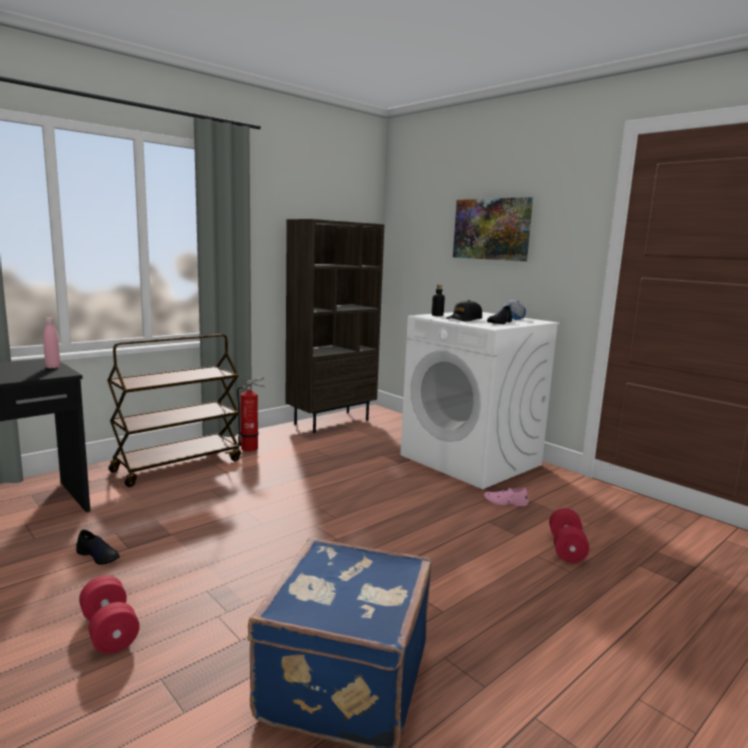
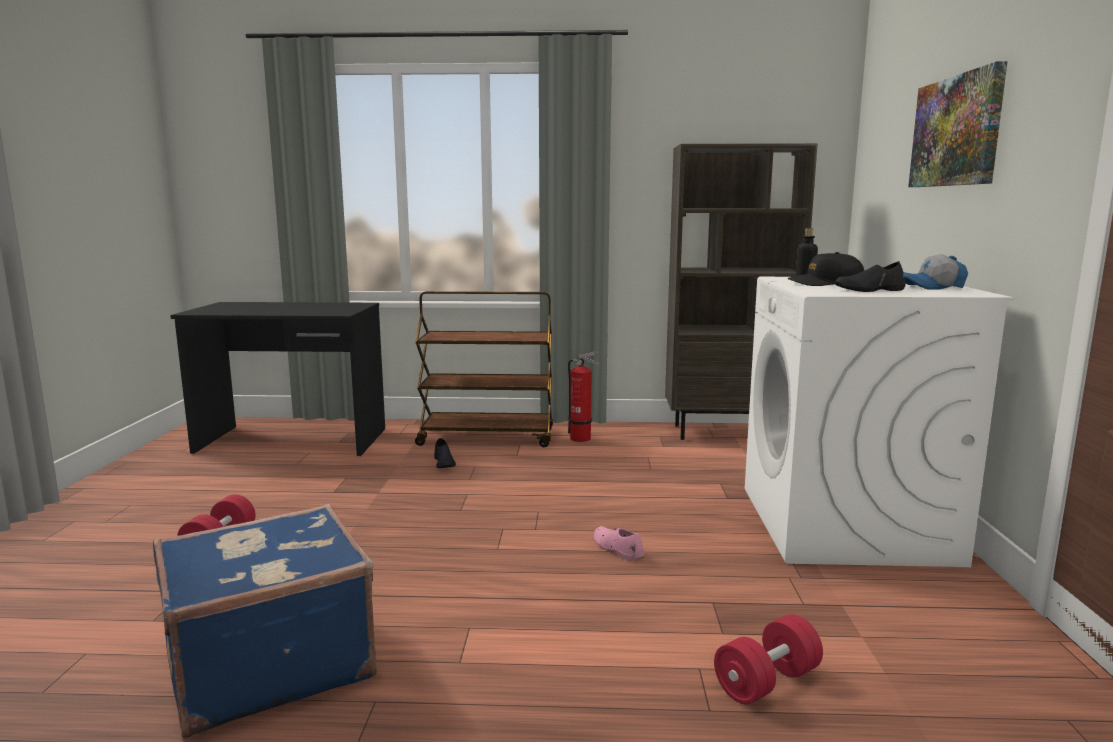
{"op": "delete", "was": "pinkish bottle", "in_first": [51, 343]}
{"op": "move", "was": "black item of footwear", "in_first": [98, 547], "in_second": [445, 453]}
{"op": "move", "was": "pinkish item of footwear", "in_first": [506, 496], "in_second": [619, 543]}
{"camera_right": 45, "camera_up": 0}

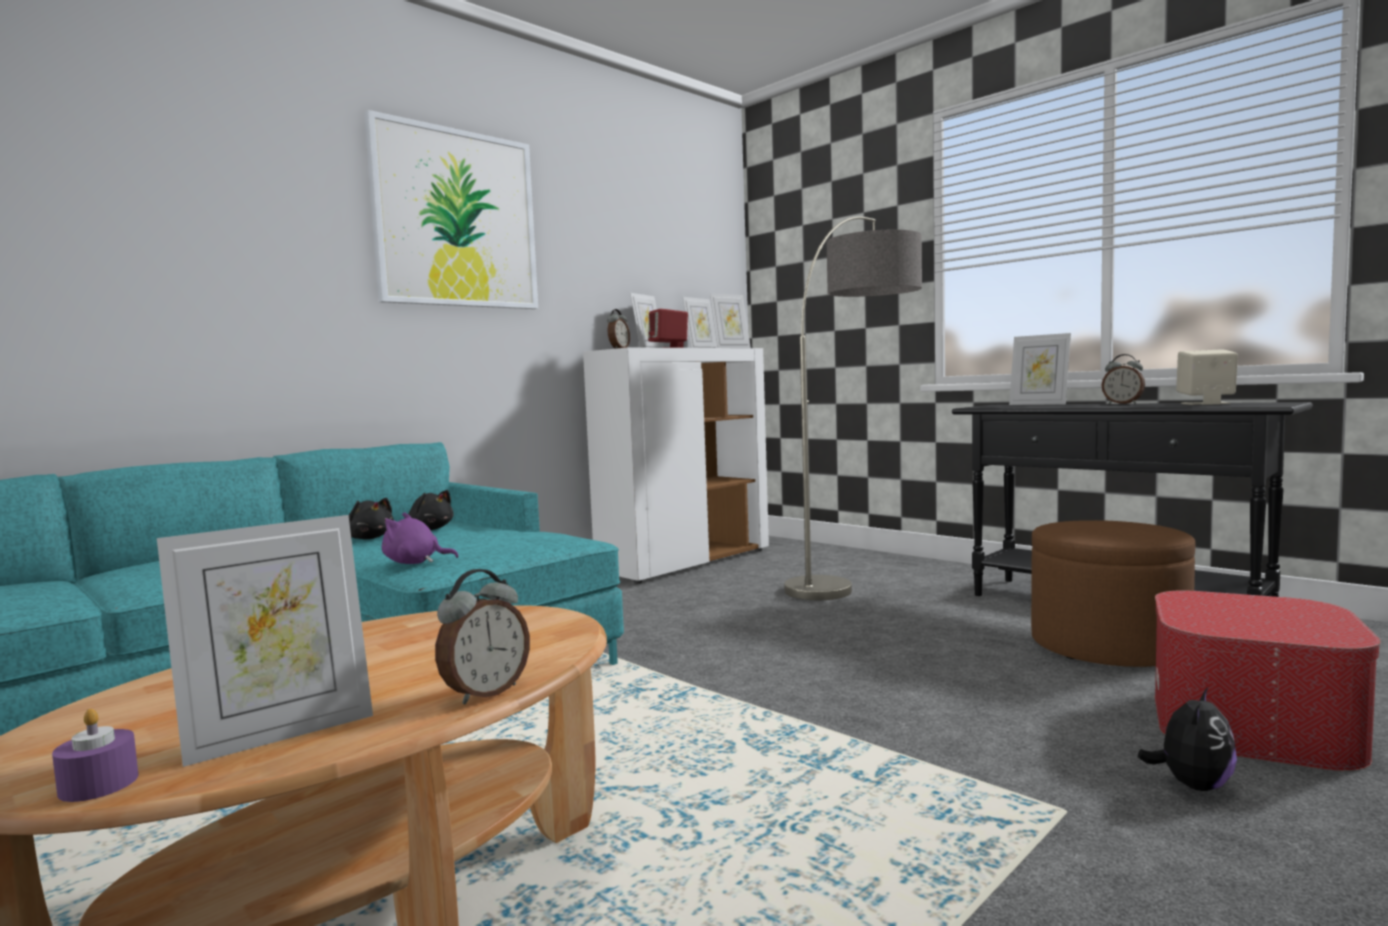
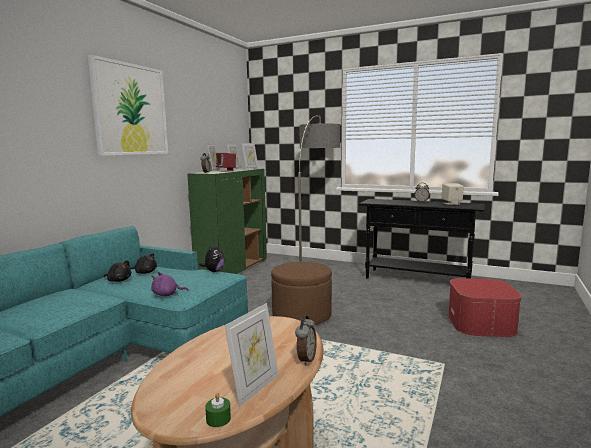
{"op": "delete", "was": "photo frame", "in_first": [1040, 369]}
{"op": "move", "was": "brownish pouffe", "in_first": [1113, 593], "in_second": [301, 293]}
{"op": "move", "was": "cuddly toy", "in_first": [1187, 739], "in_second": [211, 257]}
{"op": "recolor", "was": "purple wax light", "now": "green wax light", "in_first": [95, 755], "in_second": [218, 410]}
{"op": "recolor", "was": "white cupboard", "now": "green cupboard", "in_first": [676, 466], "in_second": [227, 221]}
{"camera_right": -20, "camera_up": 5}

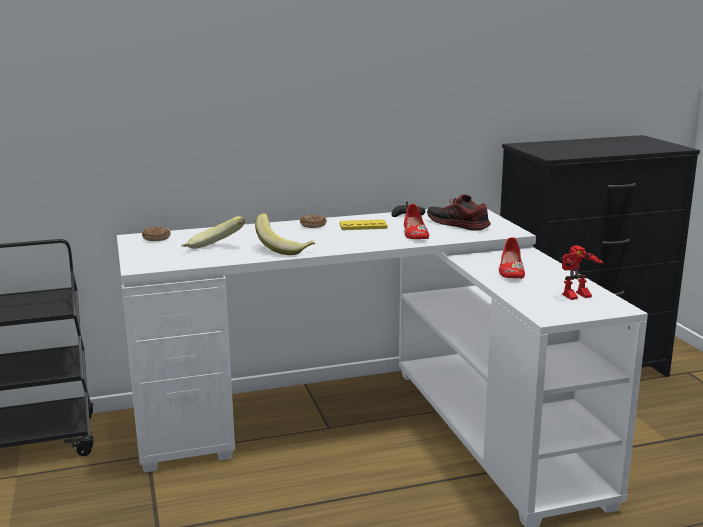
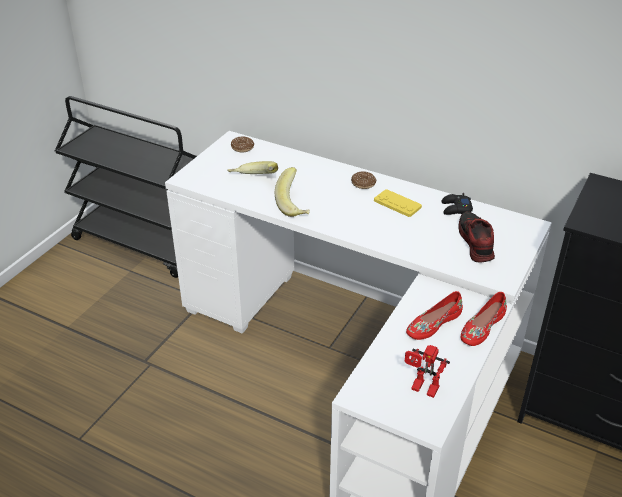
{"op": "move", "was": "reddish item of footwear", "in_first": [416, 221], "in_second": [484, 319]}
{"camera_right": 45, "camera_up": 20}

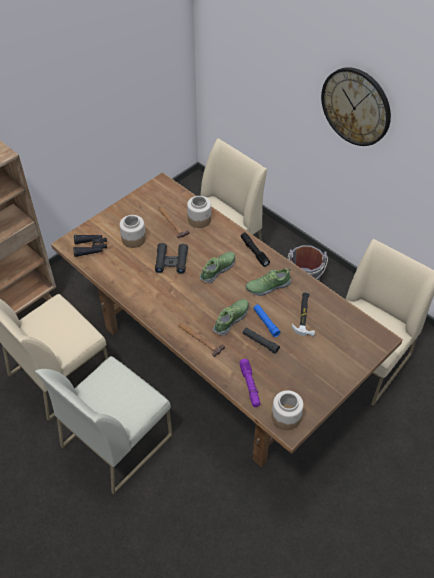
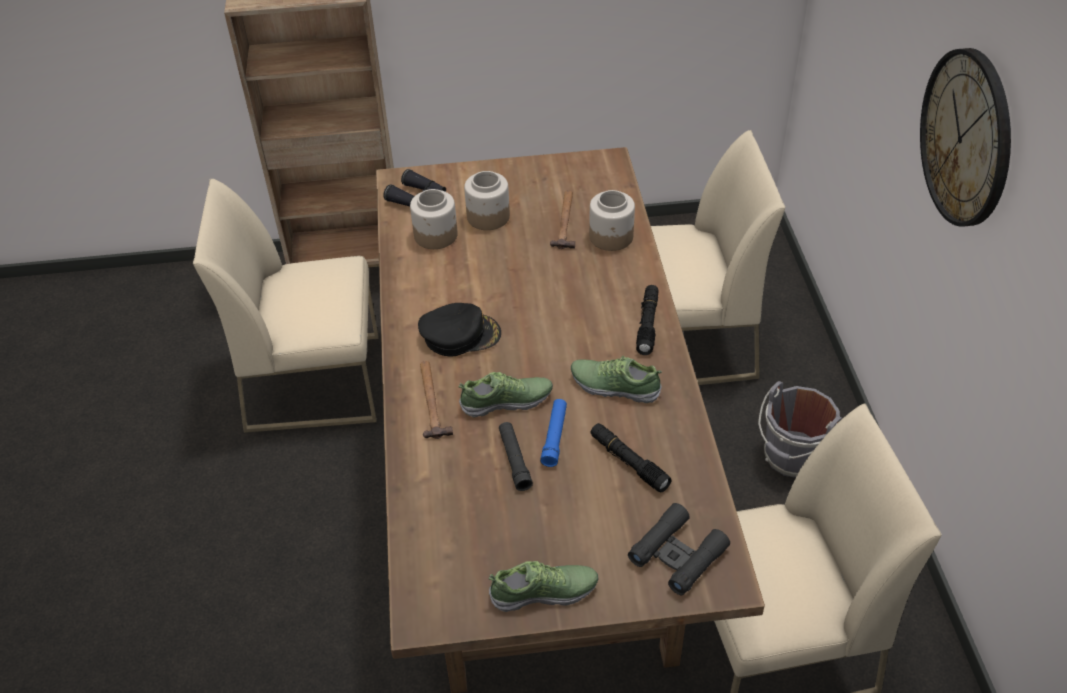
{"op": "delete", "was": "white chair", "in_first": [103, 425]}
{"op": "delete", "was": "purple hand torch", "in_first": [249, 383]}
{"op": "insert", "now": "black baseball cap", "in_second": [459, 330]}
{"op": "move", "was": "black binoculars", "in_first": [171, 258], "in_second": [679, 549]}
{"op": "move", "was": "item of footwear", "in_first": [217, 267], "in_second": [543, 586]}
{"op": "move", "was": "storage jar", "in_first": [288, 410], "in_second": [434, 219]}
{"op": "replace", "was": "hand hammer", "now": "black hand torch", "in_first": [303, 314], "in_second": [631, 458]}
{"camera_right": 40, "camera_up": -5}

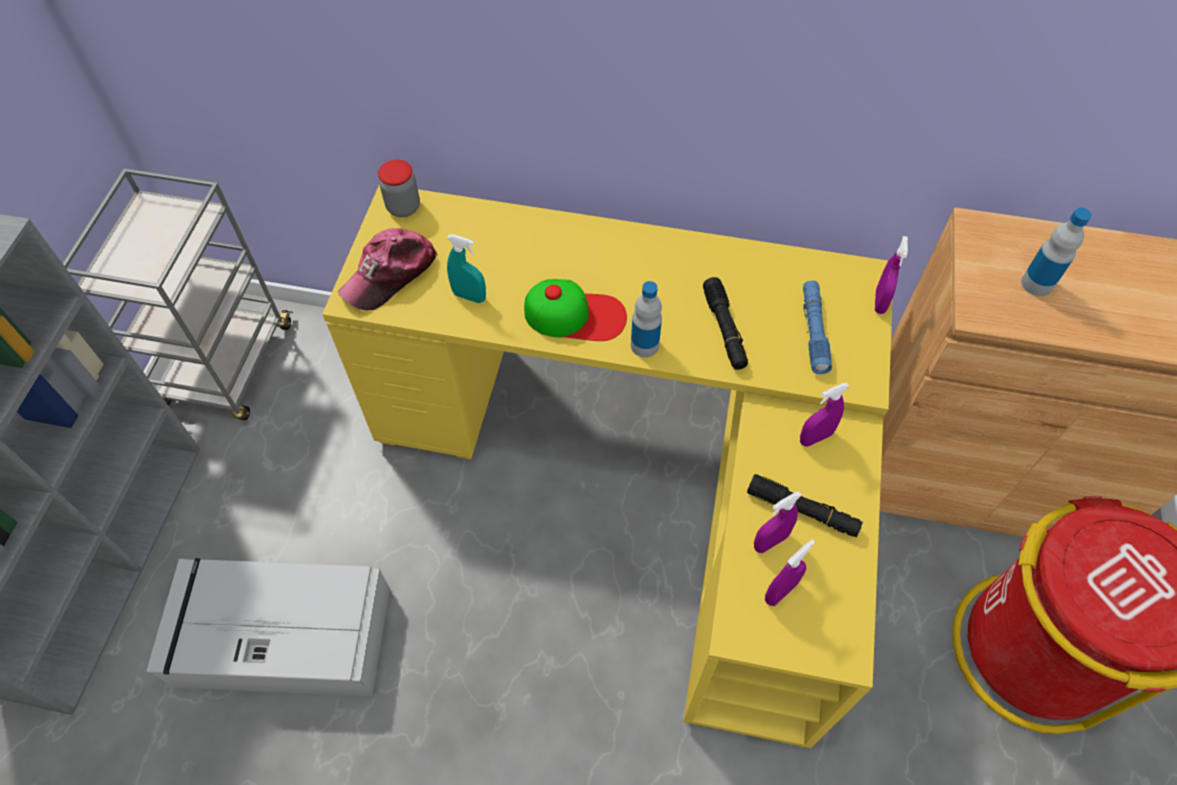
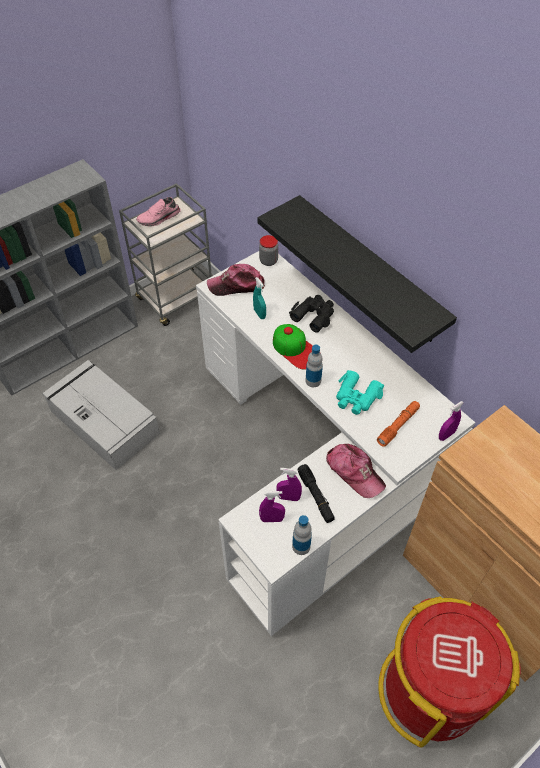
{"op": "insert", "now": "pinkish item of footwear", "in_second": [158, 212]}
{"op": "insert", "now": "black shelf", "in_second": [357, 274]}
{"op": "insert", "now": "black binoculars", "in_second": [311, 314]}
{"op": "move", "was": "bottle", "in_first": [1056, 252], "in_second": [302, 535]}
{"op": "replace", "was": "black hand torch", "now": "turquoise binoculars", "in_first": [725, 323], "in_second": [360, 392]}
{"op": "replace", "was": "purple hand sprayer", "now": "baseball cap", "in_first": [824, 415], "in_second": [356, 471]}
{"op": "recolor", "was": "yellow desk unit", "now": "white desk unit", "in_first": [607, 466], "in_second": [335, 443]}
{"op": "recolor", "was": "bluish hand torch", "now": "orangey hand torch", "in_first": [817, 327], "in_second": [398, 424]}
{"camera_right": 40, "camera_up": -5}

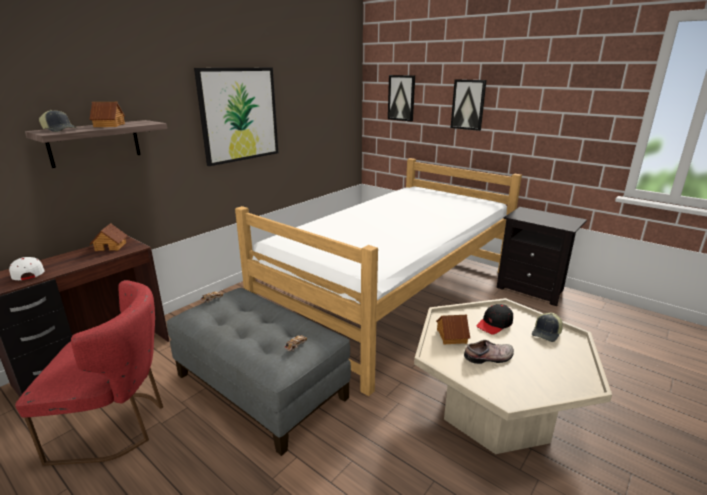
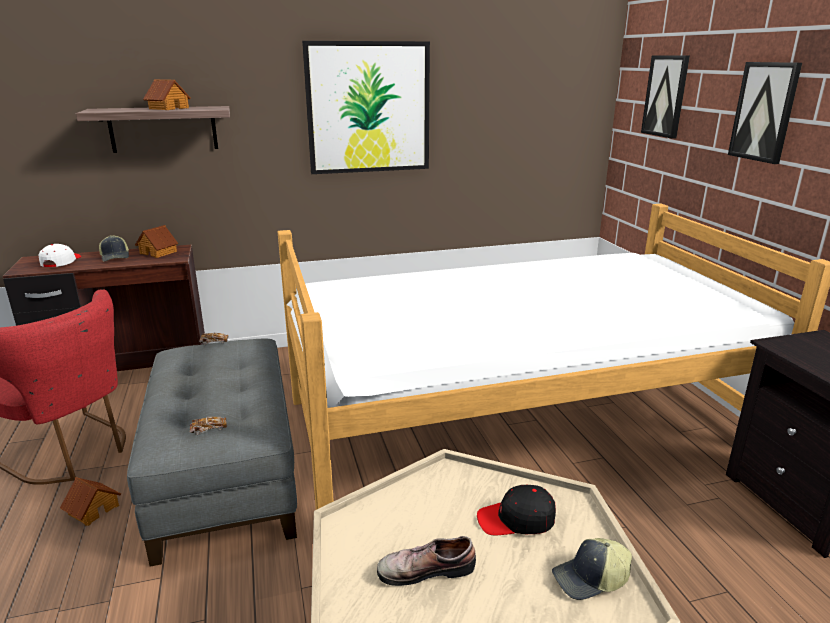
{"op": "move", "was": "baseball cap", "in_first": [58, 121], "in_second": [114, 248]}
{"op": "move", "was": "model house", "in_first": [453, 330], "in_second": [90, 501]}
{"op": "rotate", "was": "item of footwear", "in_first": [489, 352], "in_second": [426, 561], "clockwise": 150}
{"camera_right": 35, "camera_up": 0}

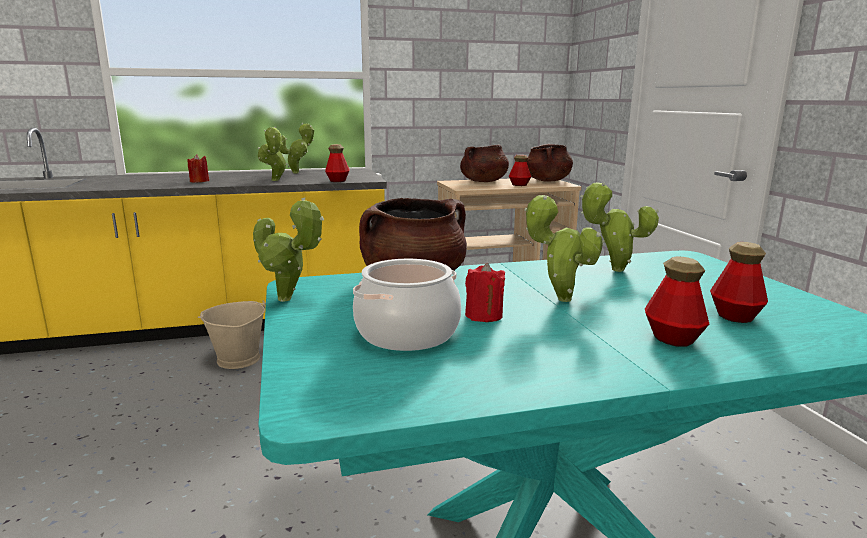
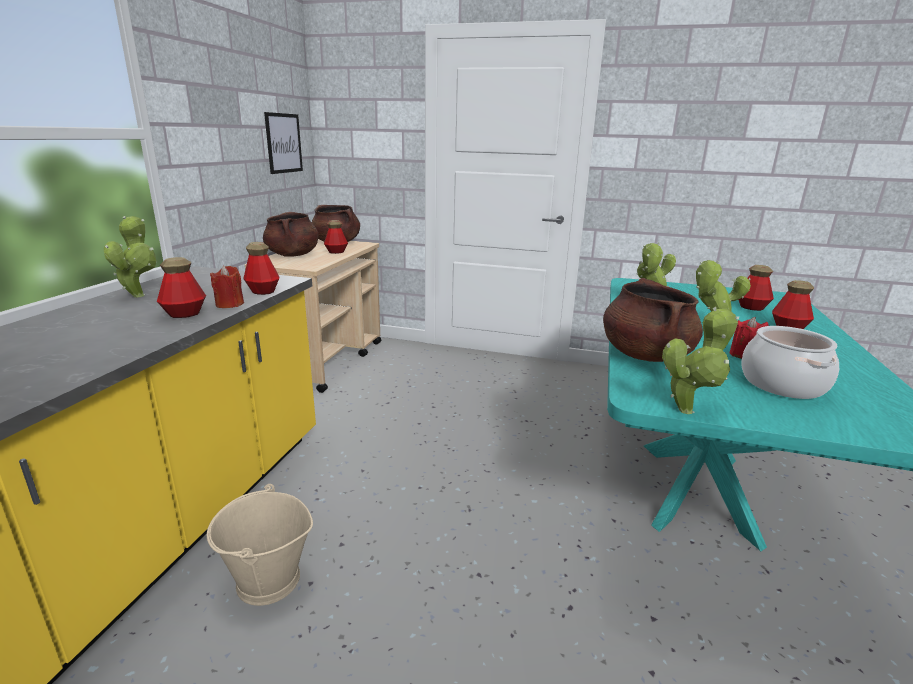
{"op": "insert", "now": "wall art", "in_second": [283, 143]}
{"op": "move", "was": "reddish wax light", "in_first": [198, 168], "in_second": [227, 287]}
{"op": "replace", "was": "potted plant", "now": "bottle", "in_first": [272, 153], "in_second": [181, 287]}
{"camera_right": -60, "camera_up": 5}

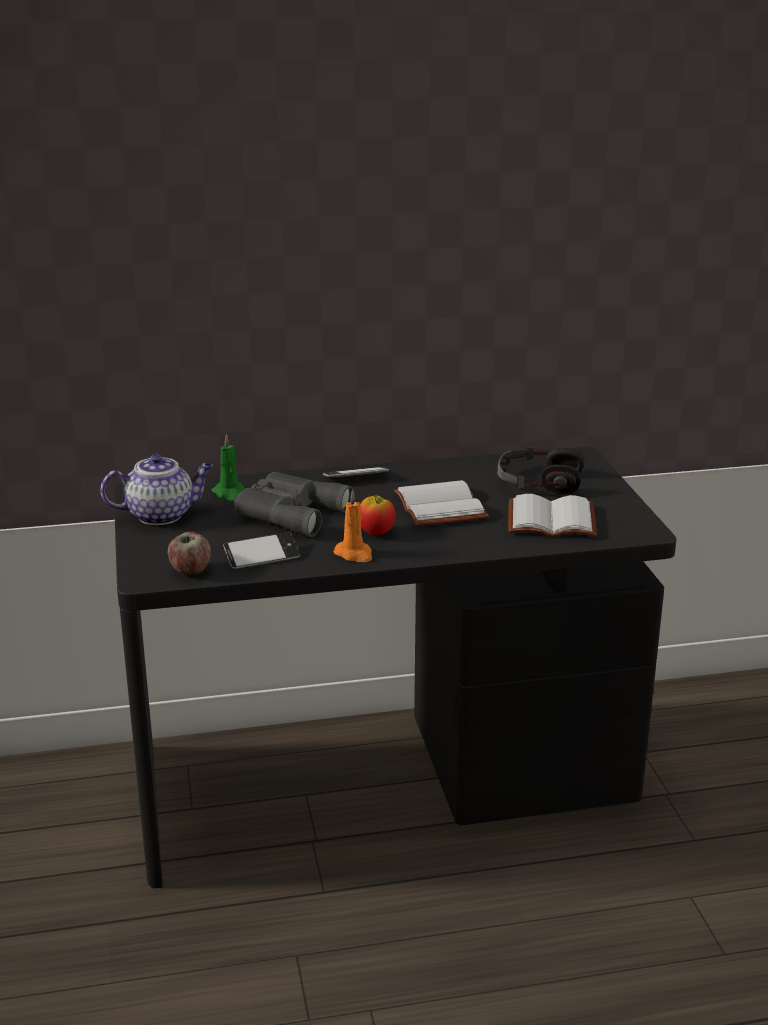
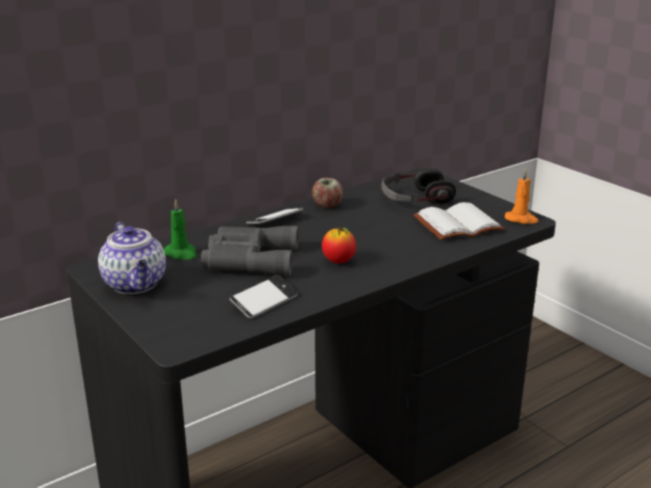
{"op": "delete", "was": "white volume", "in_first": [441, 503]}
{"op": "move", "was": "apple", "in_first": [189, 553], "in_second": [327, 193]}
{"op": "move", "was": "orangey wax light", "in_first": [352, 526], "in_second": [522, 196]}
{"op": "rotate", "was": "pot for tea", "in_first": [157, 489], "in_second": [132, 258], "clockwise": 105}
{"camera_right": -25, "camera_up": 0}

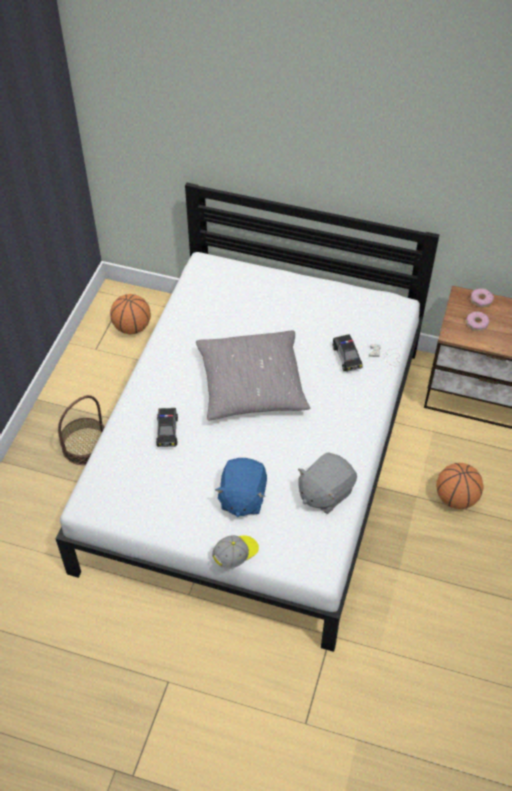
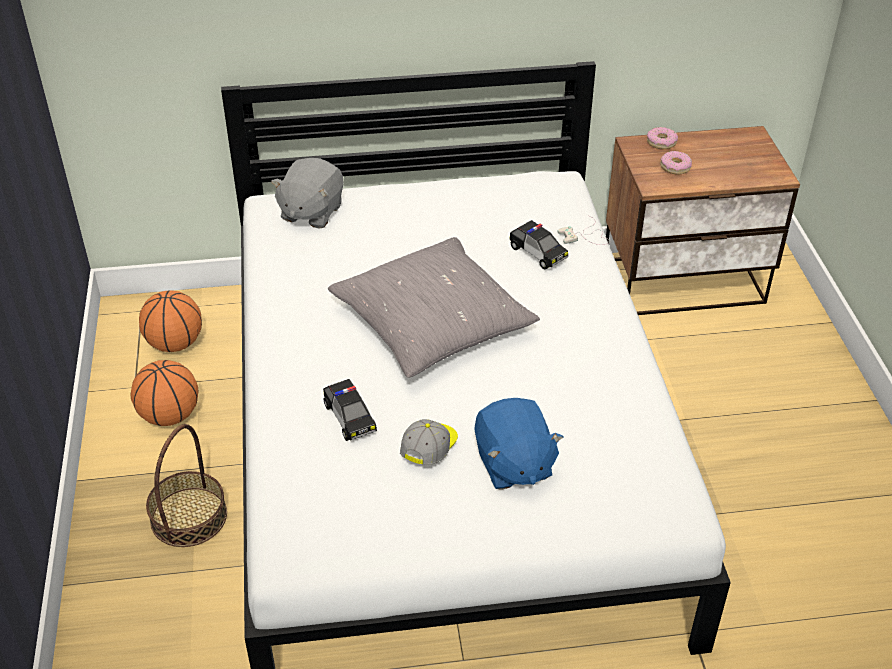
{"op": "move", "was": "baseball cap", "in_first": [235, 552], "in_second": [429, 442]}
{"op": "move", "was": "grey cuddly toy", "in_first": [327, 483], "in_second": [307, 193]}
{"op": "move", "was": "ball for basketball", "in_first": [460, 486], "in_second": [164, 393]}
{"camera_right": -25, "camera_up": -10}

